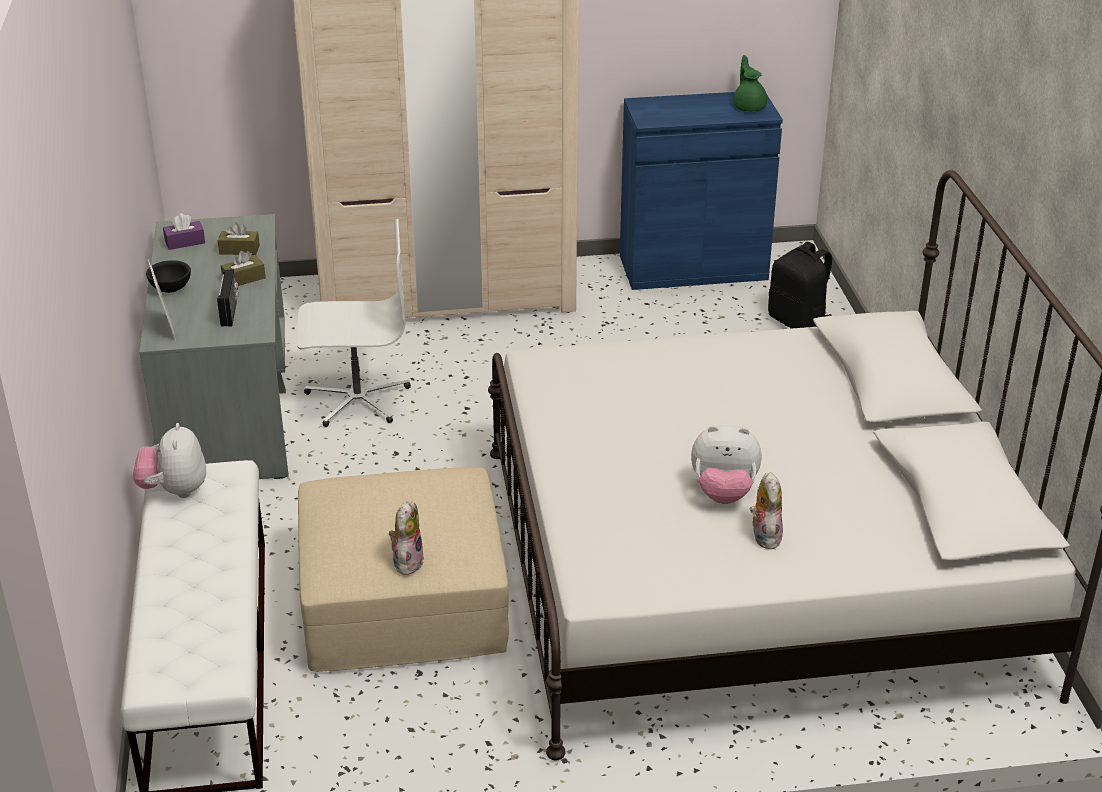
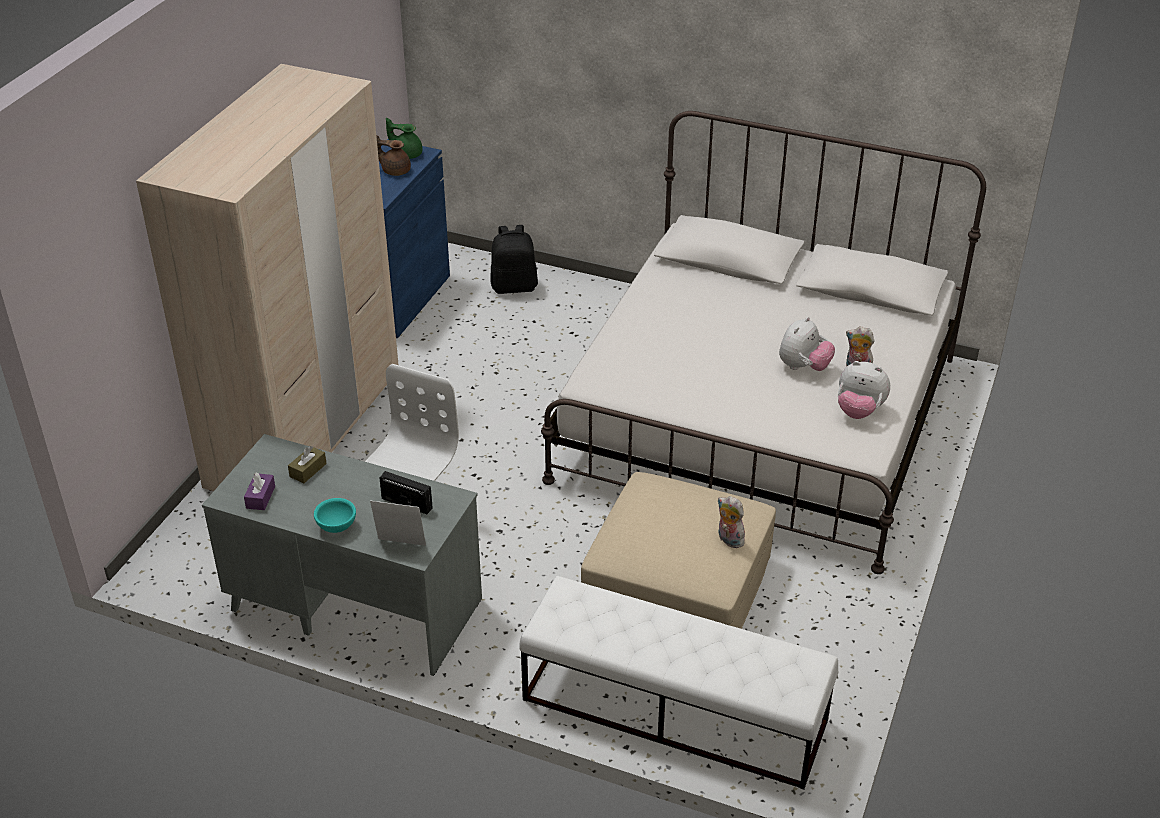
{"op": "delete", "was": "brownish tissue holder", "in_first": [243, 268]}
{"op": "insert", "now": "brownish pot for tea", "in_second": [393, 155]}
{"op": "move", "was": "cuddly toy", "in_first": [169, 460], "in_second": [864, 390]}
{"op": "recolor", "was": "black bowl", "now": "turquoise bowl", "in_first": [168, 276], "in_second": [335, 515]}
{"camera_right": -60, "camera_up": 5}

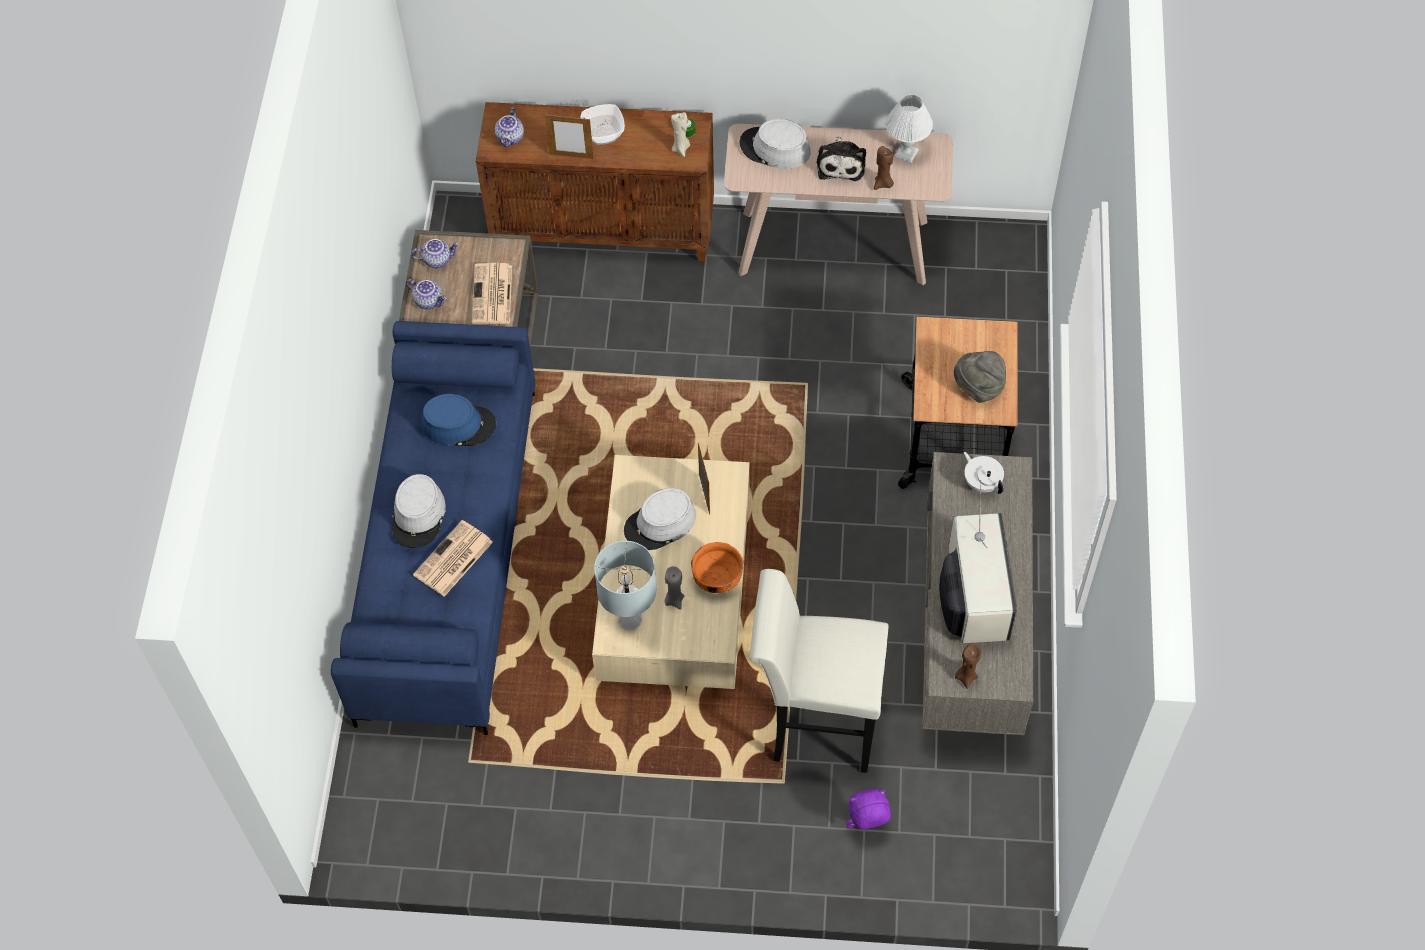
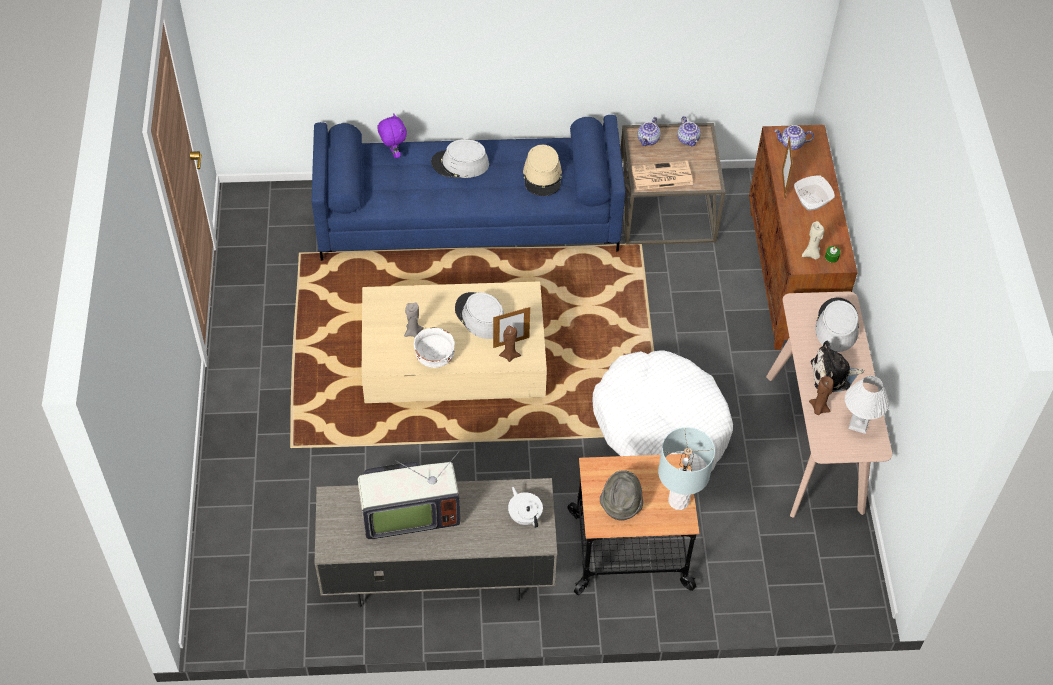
{"op": "delete", "was": "newspaper", "in_first": [453, 558]}
{"op": "delete", "was": "white stool", "in_first": [819, 671]}
{"op": "insert", "now": "white dog cushion", "in_second": [662, 411]}
{"op": "move", "was": "grey tabletop lamp", "in_first": [625, 586], "in_second": [686, 468]}
{"op": "move", "was": "purple cuddly toy", "in_first": [868, 808], "in_second": [392, 135]}
{"op": "move", "was": "brownish wax light", "in_first": [968, 666], "in_second": [510, 344]}
{"op": "recolor", "was": "bluish hat", "now": "beige-coloured hat", "in_first": [458, 420], "in_second": [542, 170]}
{"op": "recolor", "was": "orangey bowl", "now": "white bowl", "in_first": [717, 567], "in_second": [434, 347]}
{"op": "rotate", "was": "white pot for tea", "in_first": [984, 473], "in_second": [525, 507], "clockwise": -75}
{"camera_right": 80, "camera_up": -5}

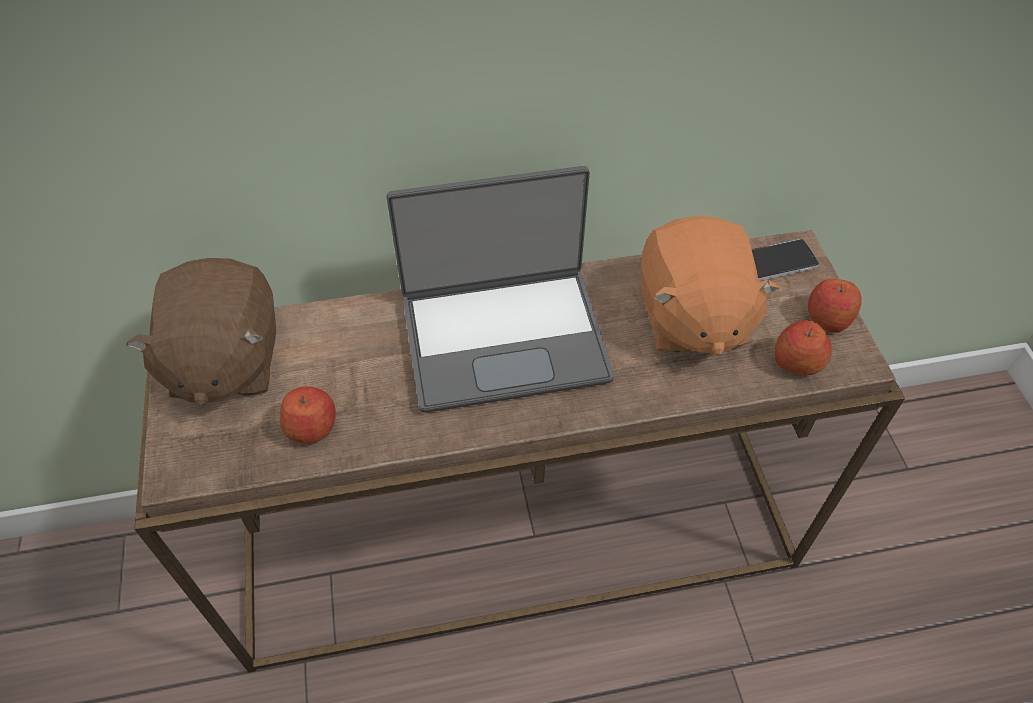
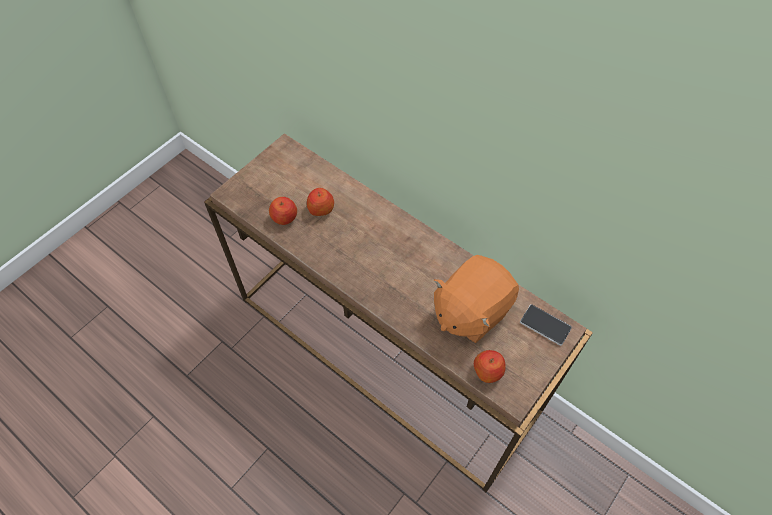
{"op": "delete", "was": "brownish cuddly toy", "in_first": [201, 332]}
{"op": "delete", "was": "portable computer", "in_first": [500, 289]}
{"op": "move", "was": "apple", "in_first": [835, 306], "in_second": [320, 202]}
{"camera_right": 50, "camera_up": 5}

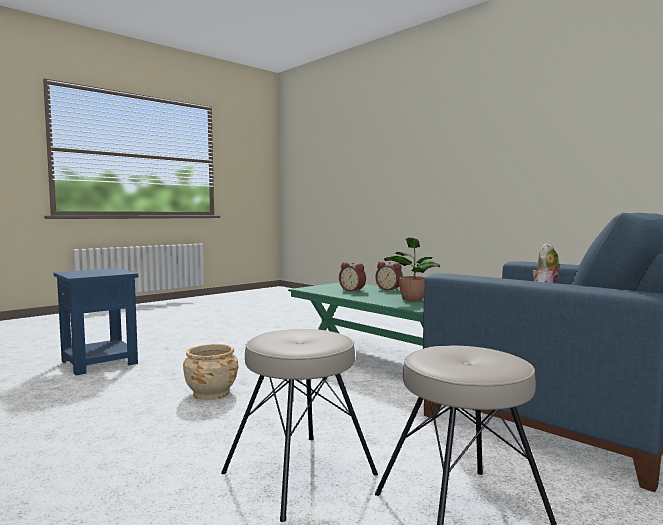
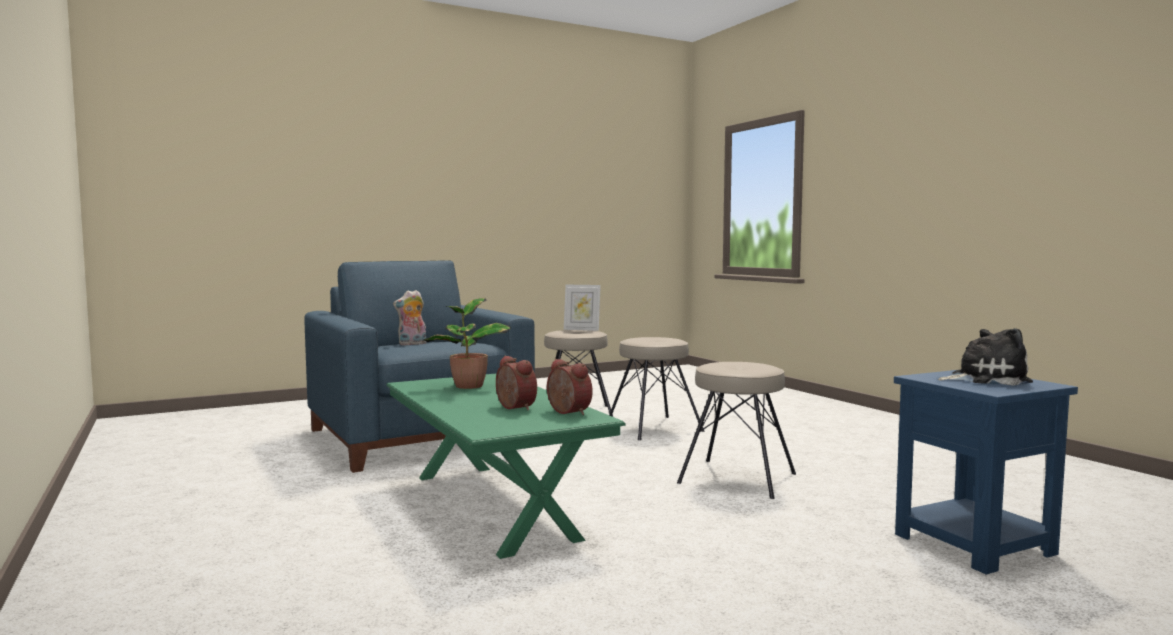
{"op": "insert", "now": "photo frame", "in_second": [582, 308]}
{"op": "insert", "now": "cuddly toy", "in_second": [985, 357]}
{"op": "move", "was": "table clock", "in_first": [389, 276], "in_second": [570, 387]}
{"op": "replace", "was": "beige-coloured flower pot", "now": "beige-coloured stool", "in_first": [211, 372], "in_second": [736, 430]}
{"camera_right": -165, "camera_up": 0}

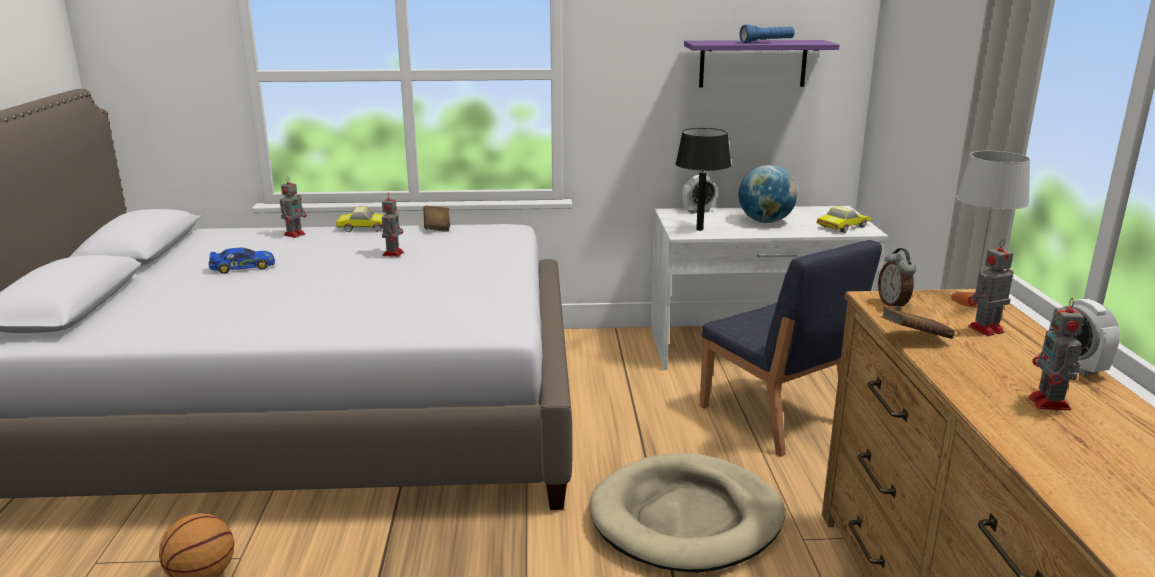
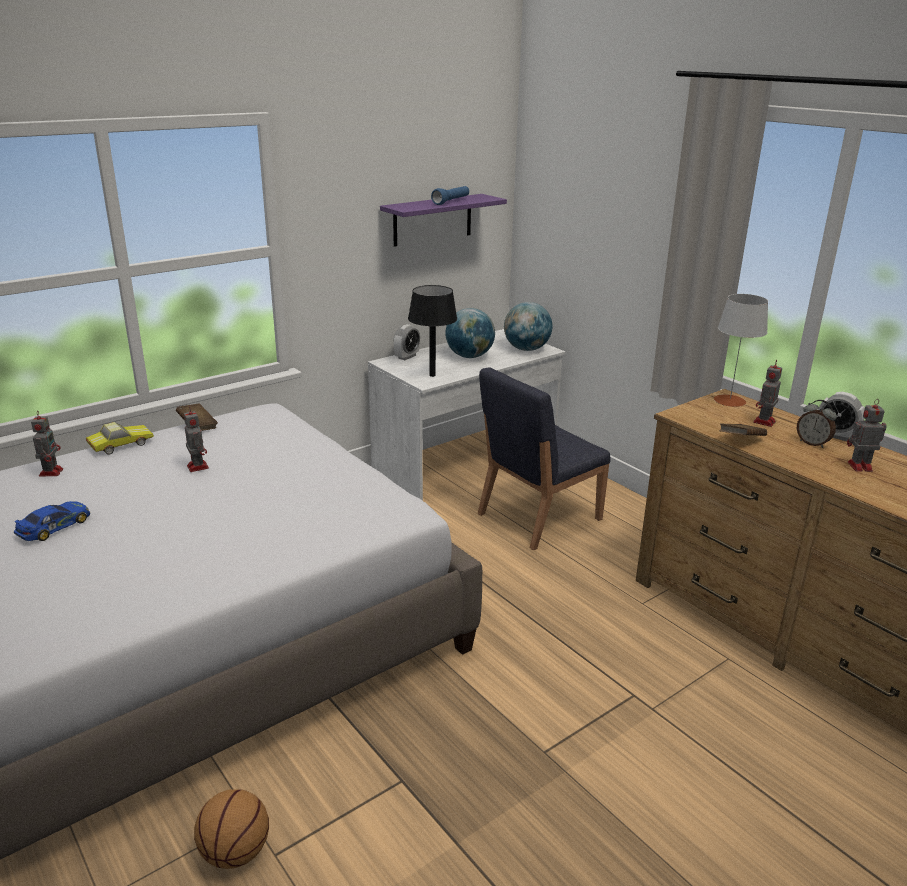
{"op": "delete", "was": "beige-coloured dog cushion", "in_first": [687, 513]}
{"op": "move", "was": "table clock", "in_first": [897, 279], "in_second": [817, 424]}
{"op": "replace", "was": "miniature car", "now": "globe", "in_first": [844, 219], "in_second": [528, 326]}
{"op": "rotate", "was": "bluish chair", "in_first": [791, 348], "in_second": [544, 458], "clockwise": 120}
{"op": "rotate", "was": "model robot", "in_first": [1056, 354], "in_second": [867, 435], "clockwise": 120}
{"camera_right": -35, "camera_up": 5}

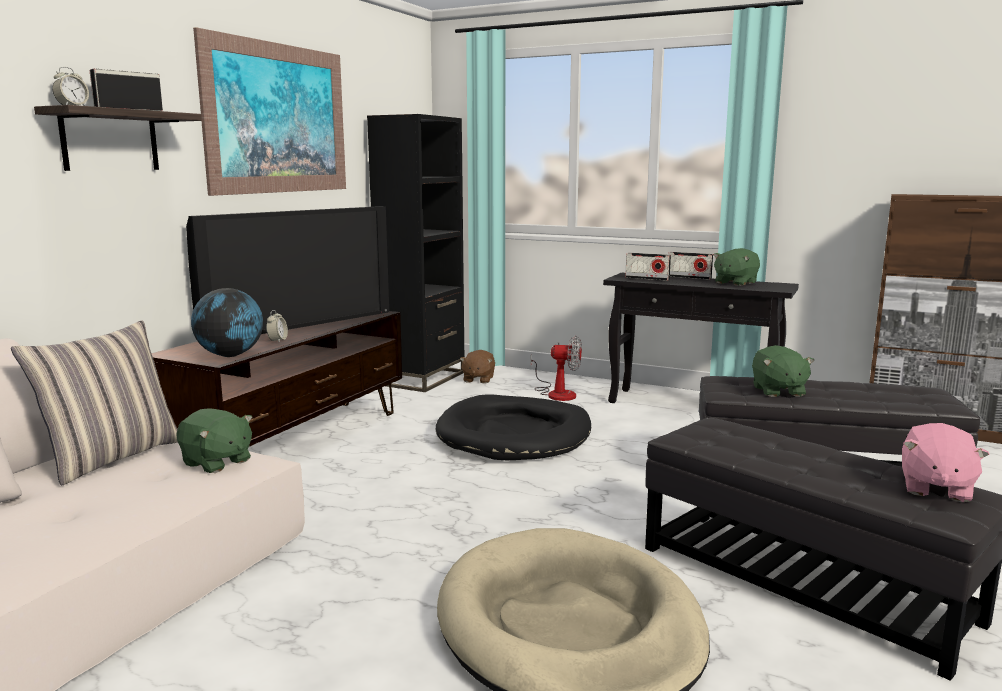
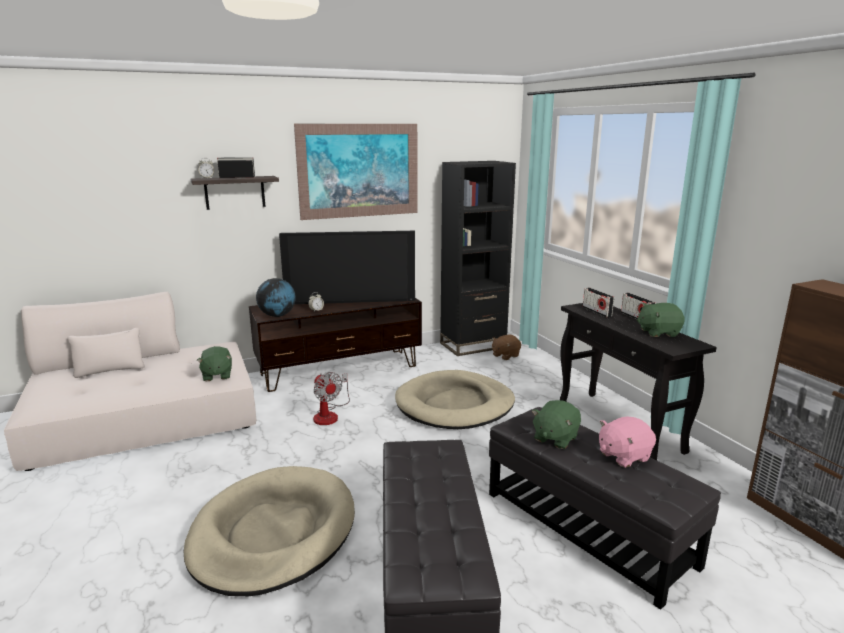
{"op": "delete", "was": "pillow", "in_first": [94, 403]}
{"op": "move", "was": "fan", "in_first": [556, 368], "in_second": [331, 398]}
{"op": "move", "was": "pinkish cuddly toy", "in_first": [946, 462], "in_second": [627, 442]}
{"op": "recolor", "was": "black dog cushion", "now": "beige-coloured dog cushion", "in_first": [513, 427], "in_second": [455, 399]}
{"camera_right": 40, "camera_up": 5}

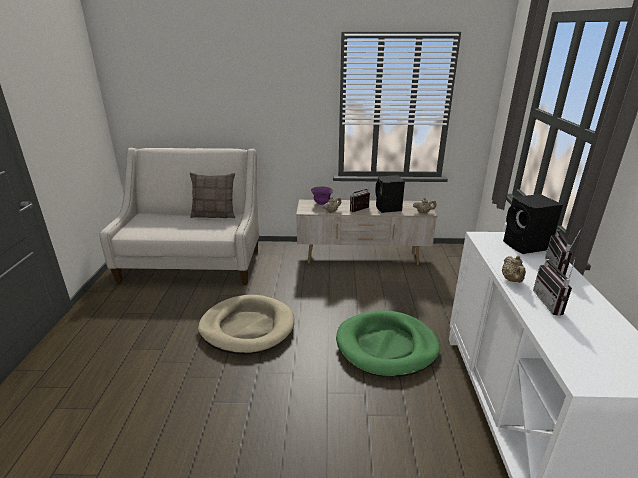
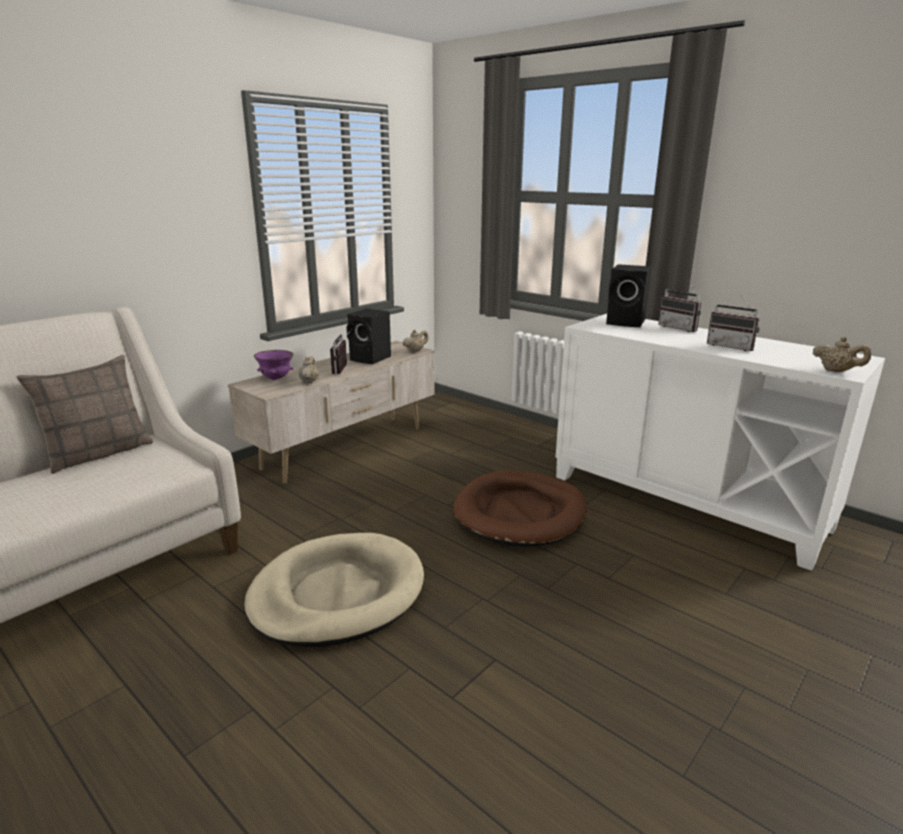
{"op": "move", "was": "beige-coloured pot for tea", "in_first": [514, 269], "in_second": [842, 354]}
{"op": "recolor", "was": "green dog cushion", "now": "brownish dog cushion", "in_first": [388, 343], "in_second": [520, 508]}
{"camera_right": -50, "camera_up": -5}

